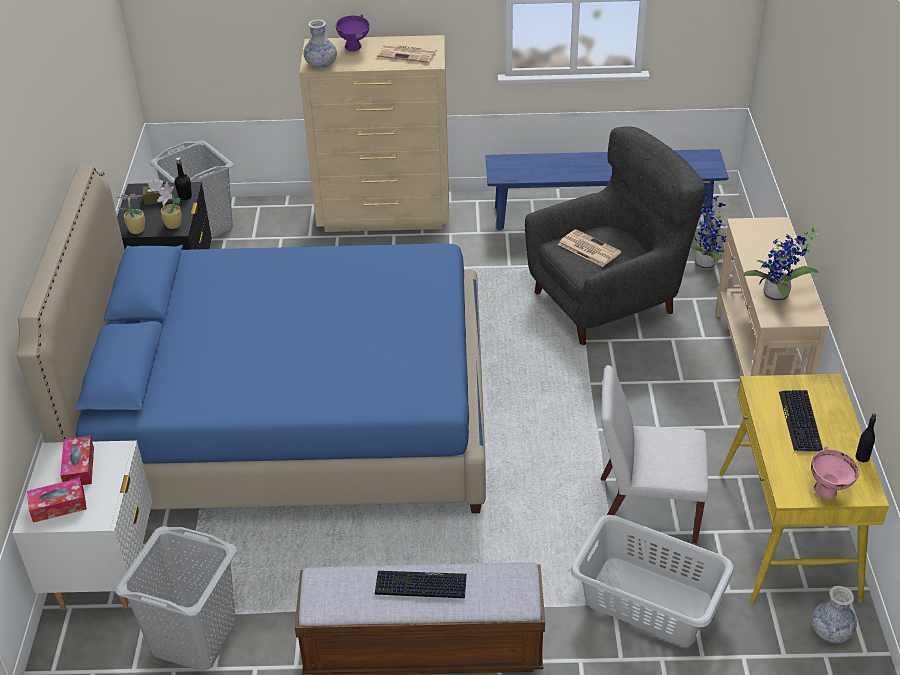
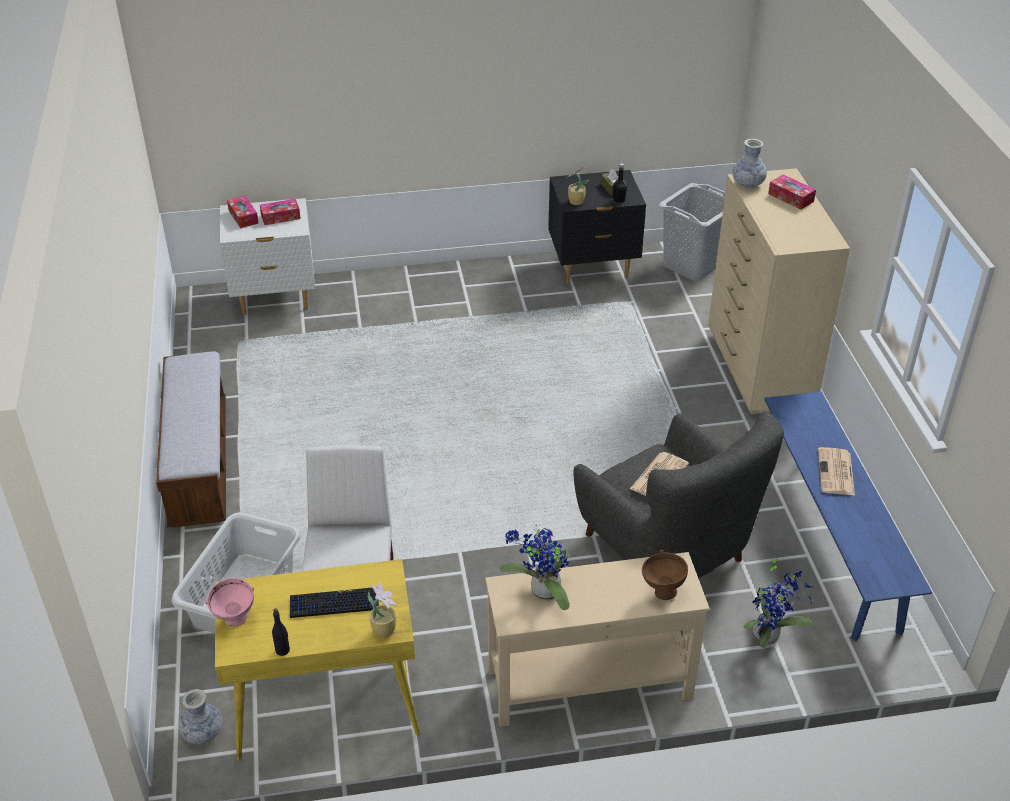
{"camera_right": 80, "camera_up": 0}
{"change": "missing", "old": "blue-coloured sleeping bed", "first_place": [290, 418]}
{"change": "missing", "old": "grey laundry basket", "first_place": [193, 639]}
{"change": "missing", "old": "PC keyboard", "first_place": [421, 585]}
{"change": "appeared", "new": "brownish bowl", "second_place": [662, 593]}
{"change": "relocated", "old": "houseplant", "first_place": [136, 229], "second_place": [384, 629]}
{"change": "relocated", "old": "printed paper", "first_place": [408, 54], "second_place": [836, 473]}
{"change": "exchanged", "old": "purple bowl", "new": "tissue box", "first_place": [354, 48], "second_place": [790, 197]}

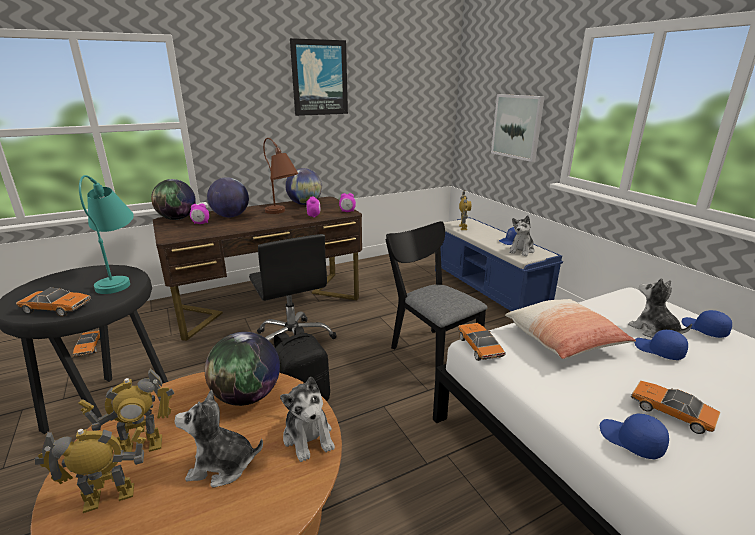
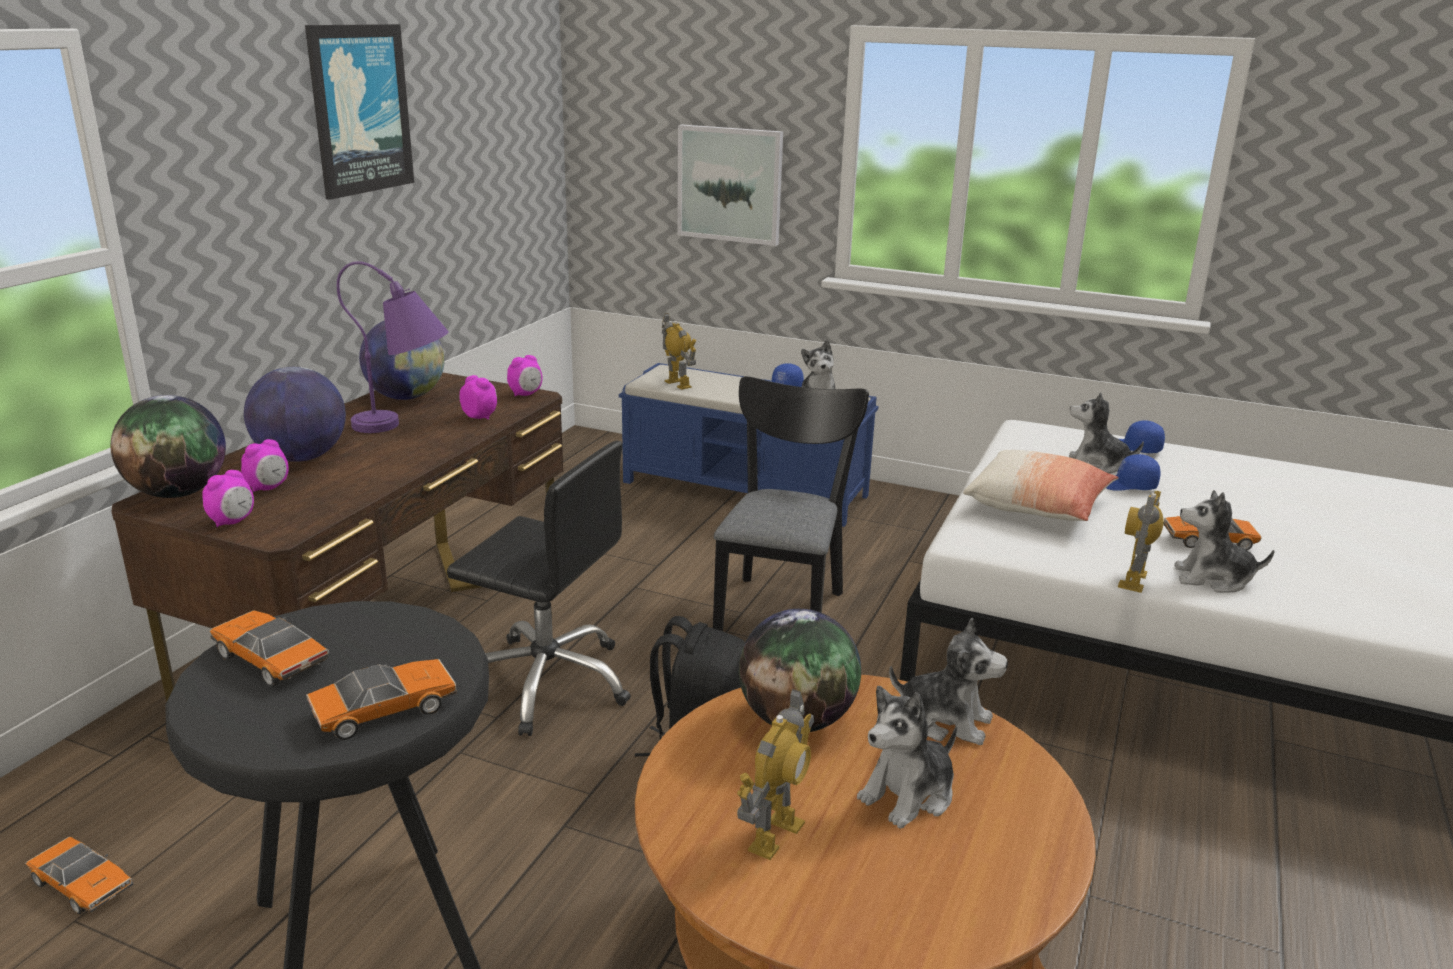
{"camera_right": -40, "camera_up": 0}
{"change": "missing", "old": "turquoise-coloured table lamp", "first_place": [121, 278]}
{"change": "appeared", "new": "table clock", "second_place": [233, 522]}
{"change": "relocated", "old": "model robot", "first_place": [109, 497], "second_place": [1134, 580]}
{"change": "relocated", "old": "model car", "first_place": [479, 347], "second_place": [270, 659]}
{"change": "exchanged", "old": "blue-coloured baseball cap", "new": "plush toy", "first_place": [630, 441], "second_place": [1212, 579]}
{"change": "colour", "old": "brownish table lamp", "new": "purple table lamp", "first_place": [282, 214], "second_place": [405, 427]}
{"change": "spun", "old": "blackish chair", "first_place": [430, 351], "second_place": [782, 608], "degrees": 90}

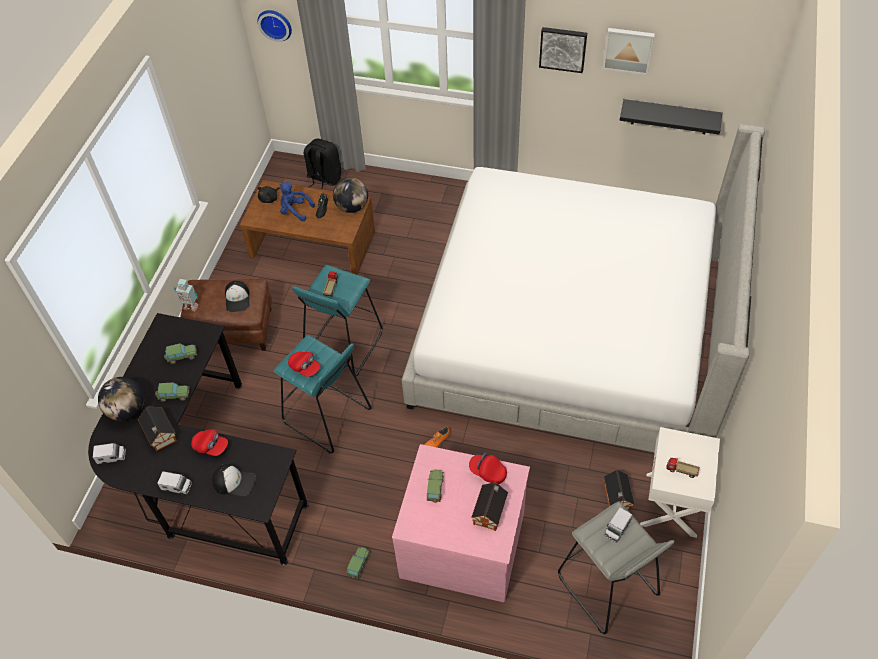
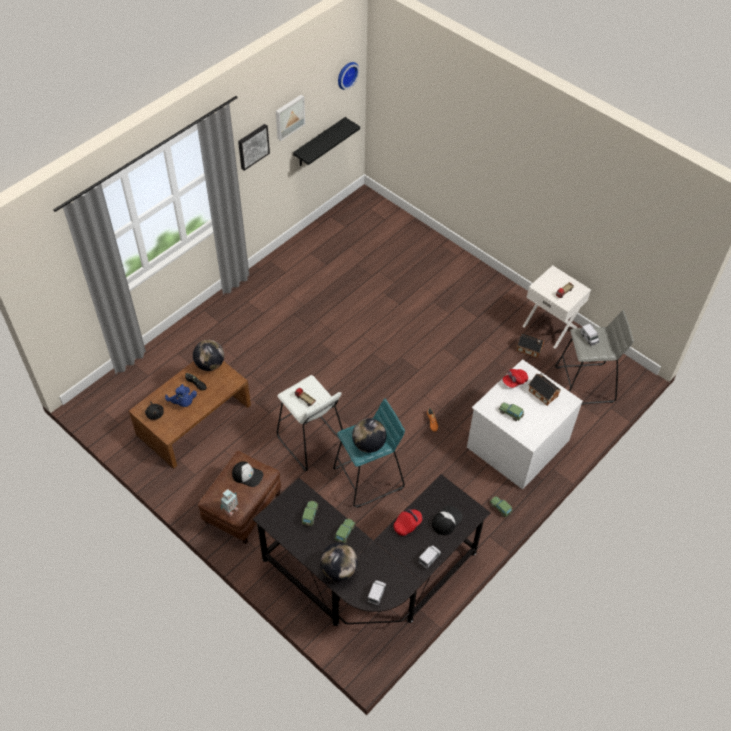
{"camera_right": -65, "camera_up": 0}
{"change": "missing", "old": "miniature house", "first_place": [160, 435]}
{"change": "missing", "old": "blackish knapsack", "first_place": [323, 179]}
{"change": "missing", "old": "sleeping bed", "first_place": [572, 330]}
{"change": "relocated", "old": "hanging clock", "first_place": [275, 23], "second_place": [346, 74]}
{"change": "exchanged", "old": "red-coloured baseball cap", "new": "globe", "first_place": [305, 368], "second_place": [368, 444]}
{"change": "colour", "old": "turquoise-coloured stool", "new": "whitish stool", "first_place": [343, 345], "second_place": [311, 441]}
{"change": "colour", "old": "pink-coloured dresser", "new": "whitish dresser", "first_place": [463, 543], "second_place": [516, 442]}
{"change": "spun", "old": "blue-coloured plush toy", "first_place": [295, 210], "second_place": [183, 402], "degrees": -90}

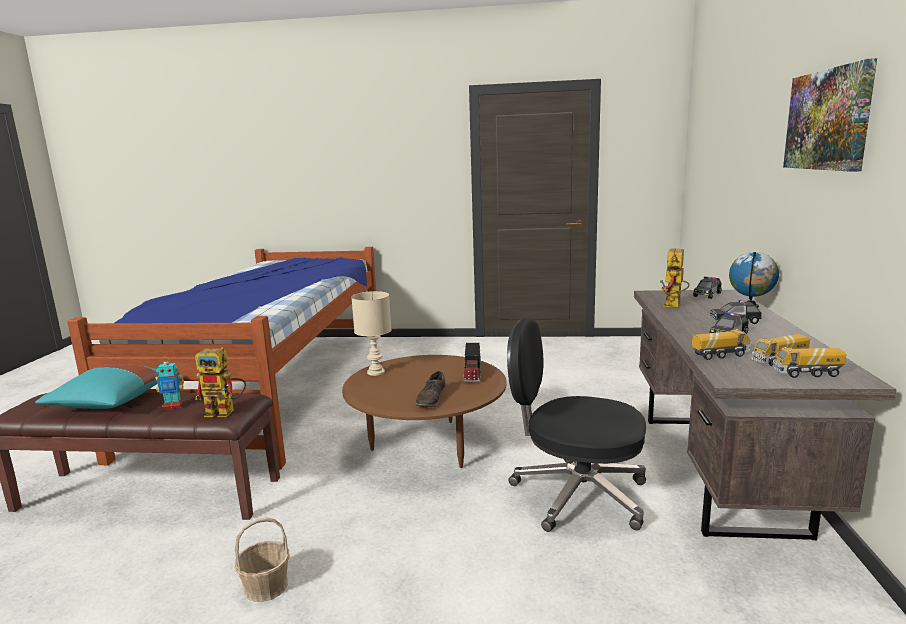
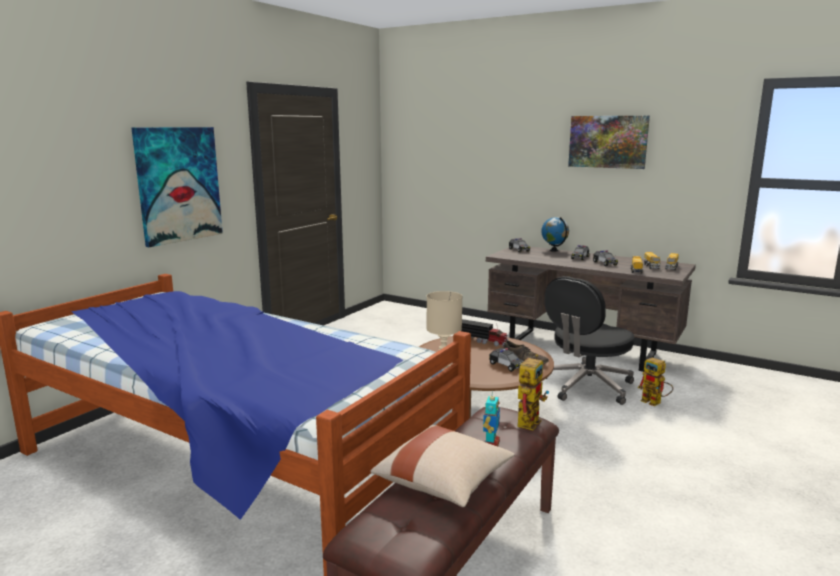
{"camera_right": -65, "camera_up": 0}
{"change": "missing", "old": "storage basket", "first_place": [265, 586]}
{"change": "appeared", "new": "wall art", "second_place": [179, 184]}
{"change": "appeared", "new": "model car", "second_place": [506, 365]}
{"change": "relocated", "old": "model robot", "first_place": [673, 306], "second_place": [655, 403]}
{"change": "colour", "old": "turquoise-coloured throw pillow", "new": "sand-coloured throw pillow", "first_place": [109, 403], "second_place": [444, 482]}

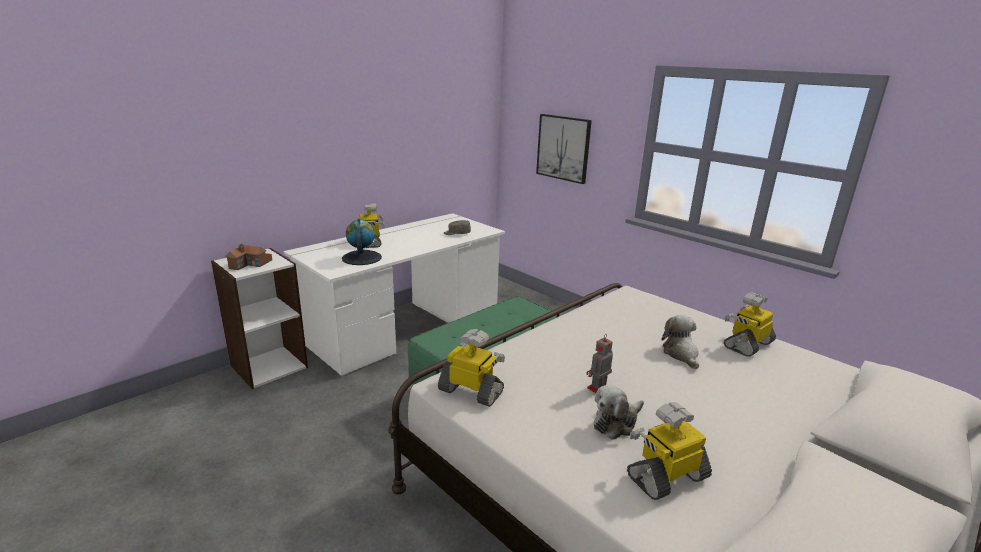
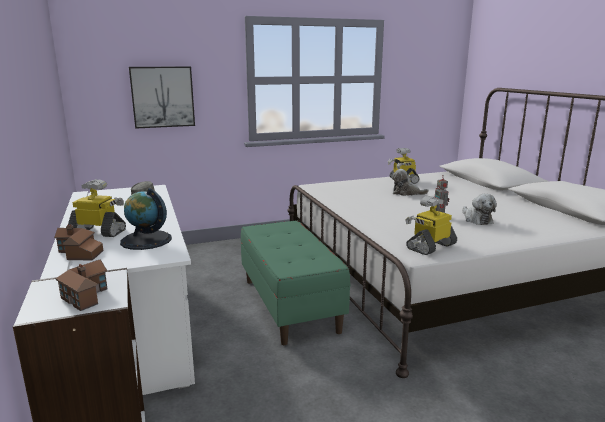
{"camera_right": -65, "camera_up": -5}
{"change": "missing", "old": "model robot", "first_place": [666, 476]}
{"change": "appeared", "new": "miniature house", "second_place": [79, 253]}

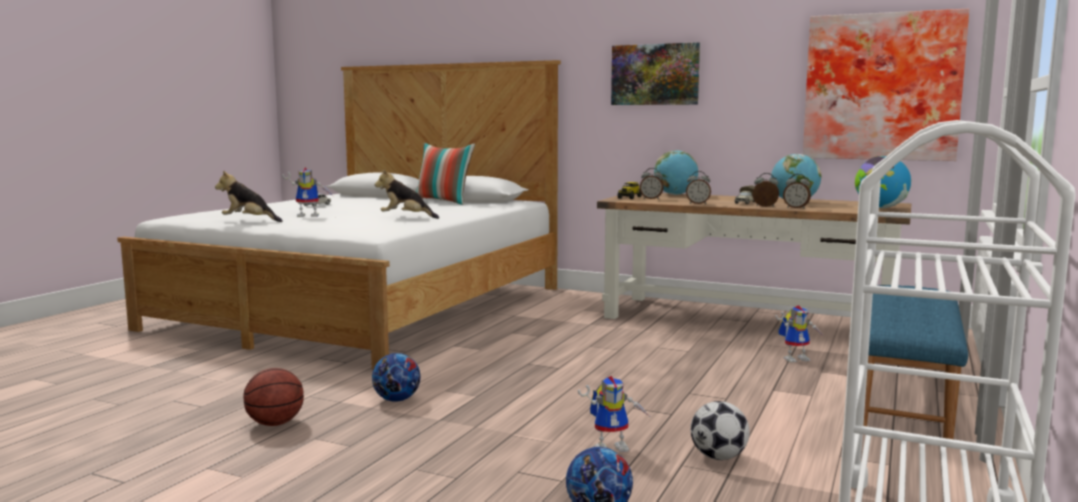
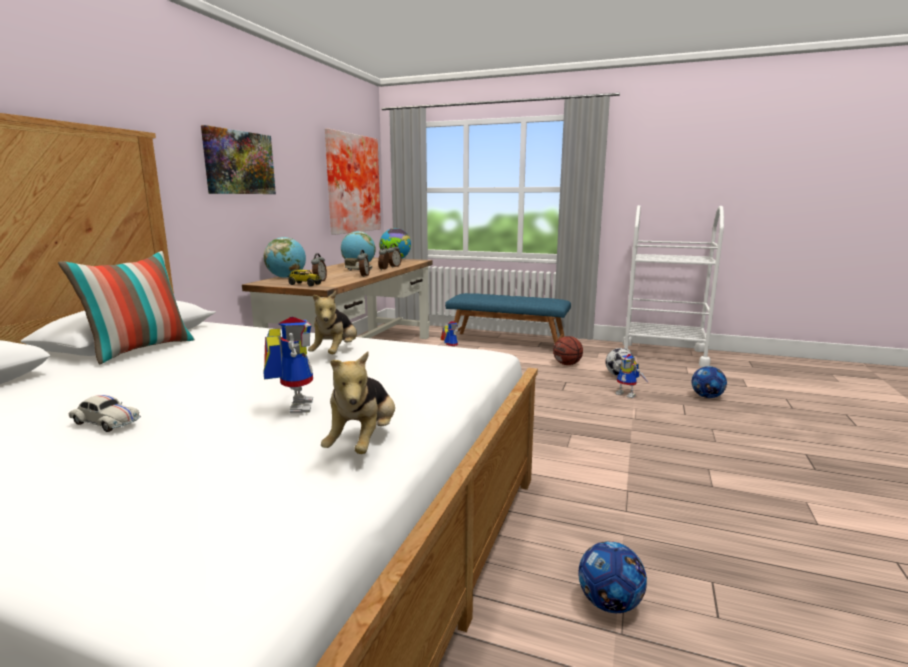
{"camera_right": -95, "camera_up": 5}
{"change": "relocated", "old": "ball for basketball", "first_place": [275, 423], "second_place": [567, 364]}
{"change": "relocated", "old": "football", "first_place": [397, 400], "second_place": [609, 603]}
{"change": "spun", "old": "model robot", "first_place": [612, 447], "second_place": [627, 394], "degrees": 150}

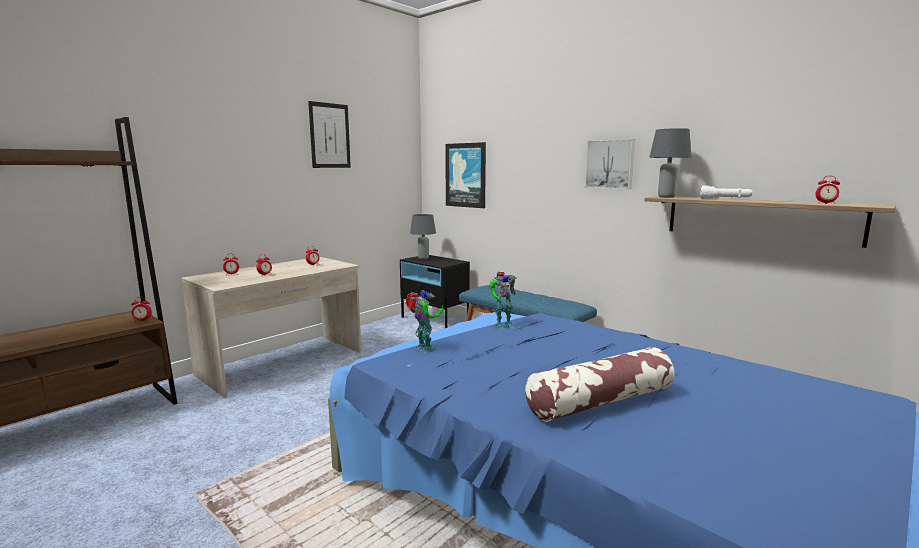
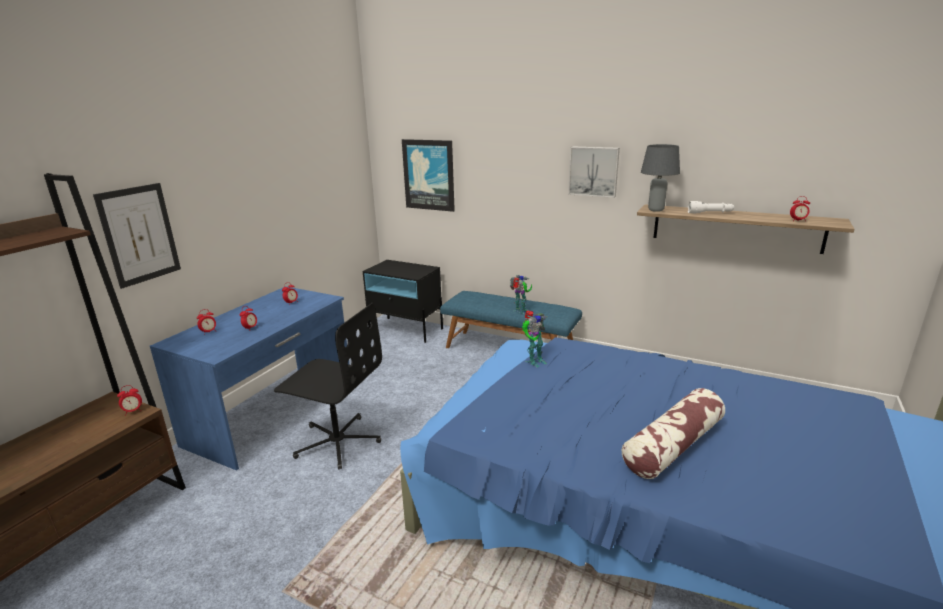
{"camera_right": -15, "camera_up": 10}
{"change": "missing", "old": "grey table lamp", "first_place": [423, 258]}
{"change": "appeared", "new": "blackish desk chair", "second_place": [337, 441]}
{"change": "relocated", "old": "wall art", "first_place": [330, 135], "second_place": [139, 234]}
{"change": "relocated", "old": "model robot", "first_place": [424, 349], "second_place": [520, 311]}
{"change": "colour", "old": "sand-coloured desk unit", "new": "blue-coloured desk unit", "first_place": [283, 363], "second_place": [273, 413]}

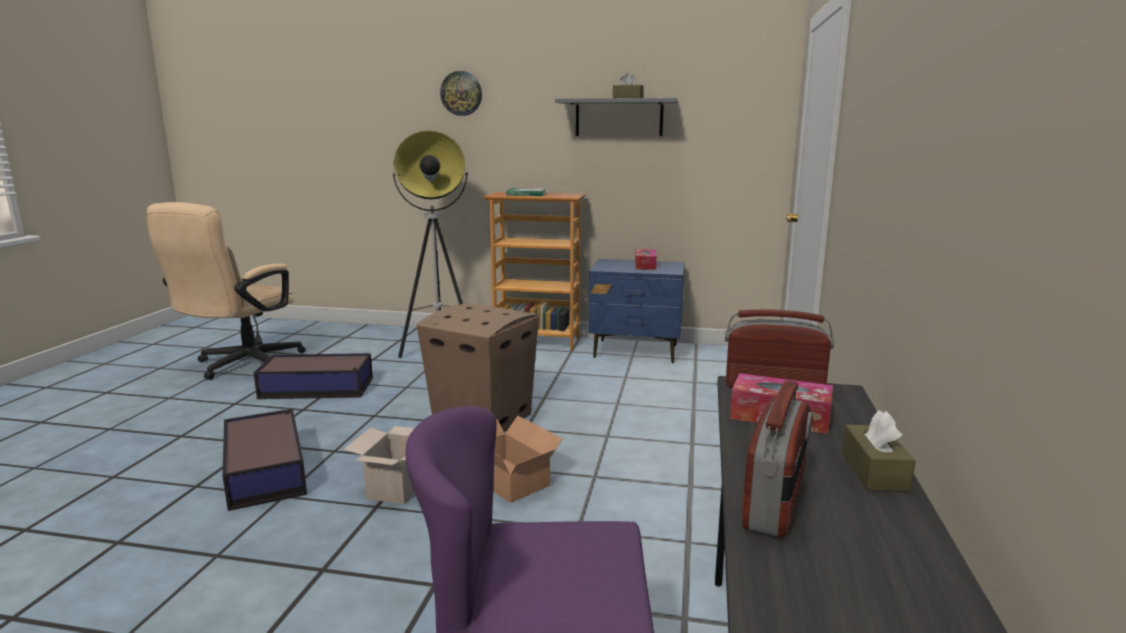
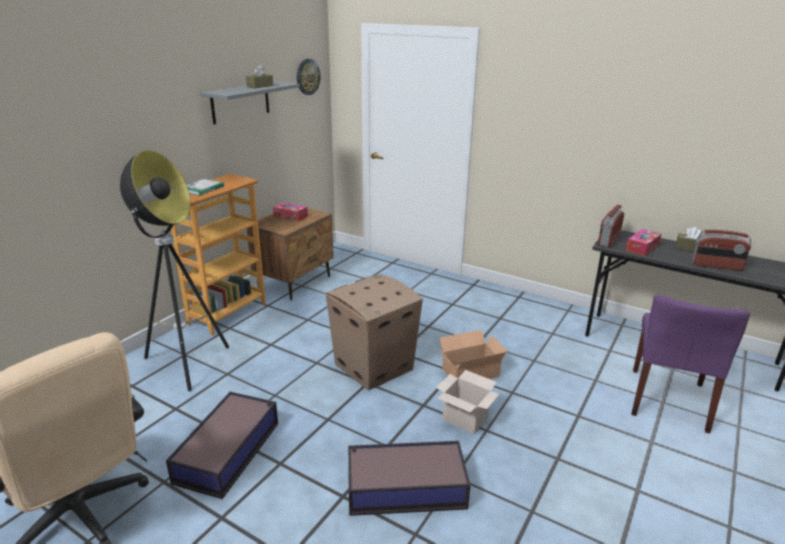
{"camera_right": -70, "camera_up": 10}
{"change": "relocated", "old": "hanging clock", "first_place": [461, 93], "second_place": [307, 77]}
{"change": "colour", "old": "blue-coloured bedside table", "new": "brownish bedside table", "first_place": [636, 351], "second_place": [295, 282]}
{"change": "spun", "old": "radio", "first_place": [775, 501], "second_place": [716, 266], "degrees": 150}

